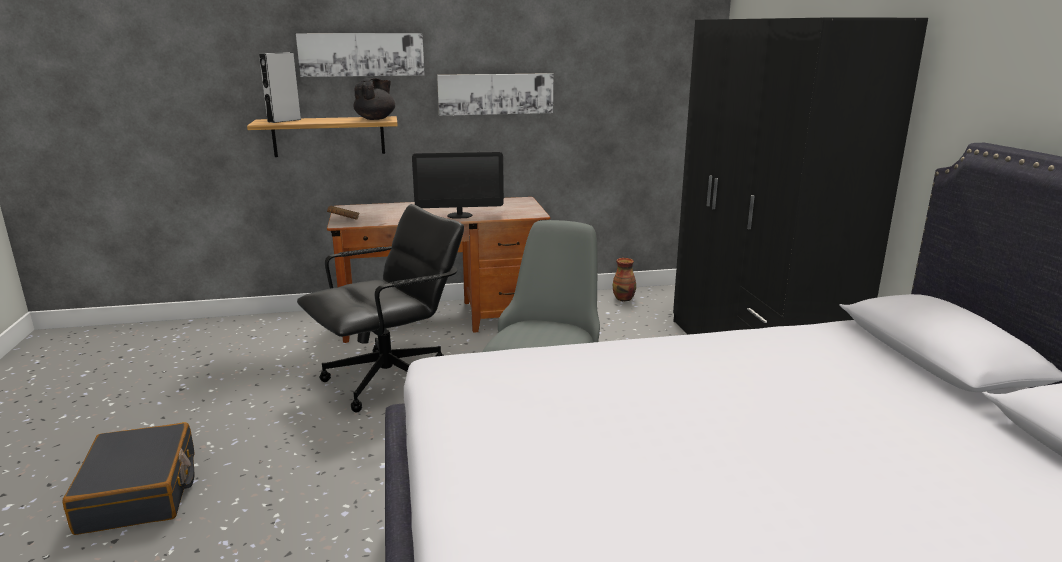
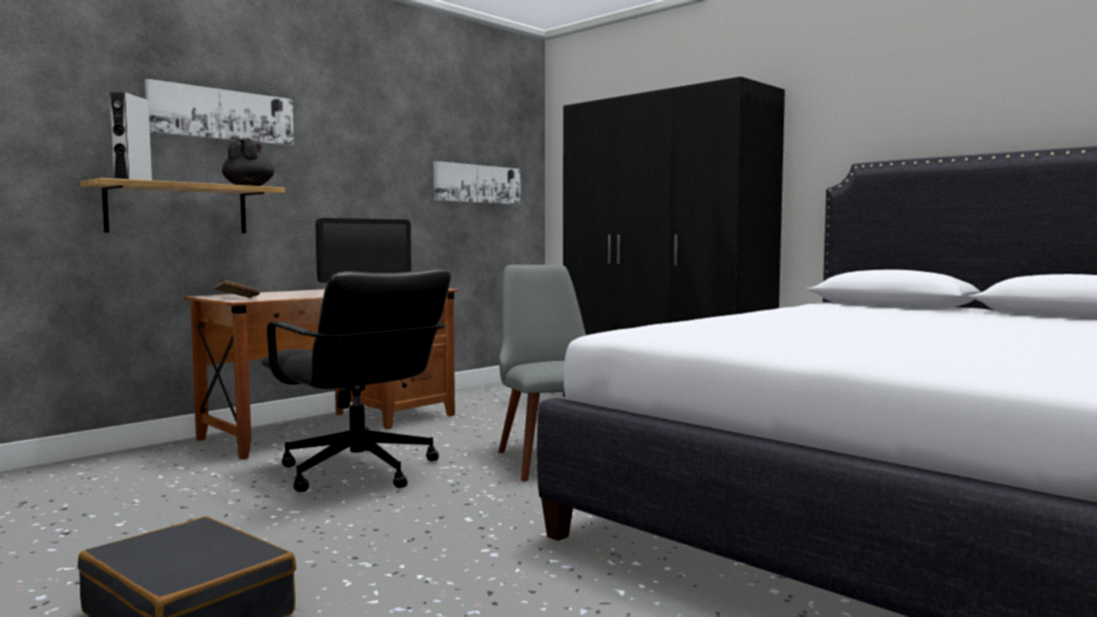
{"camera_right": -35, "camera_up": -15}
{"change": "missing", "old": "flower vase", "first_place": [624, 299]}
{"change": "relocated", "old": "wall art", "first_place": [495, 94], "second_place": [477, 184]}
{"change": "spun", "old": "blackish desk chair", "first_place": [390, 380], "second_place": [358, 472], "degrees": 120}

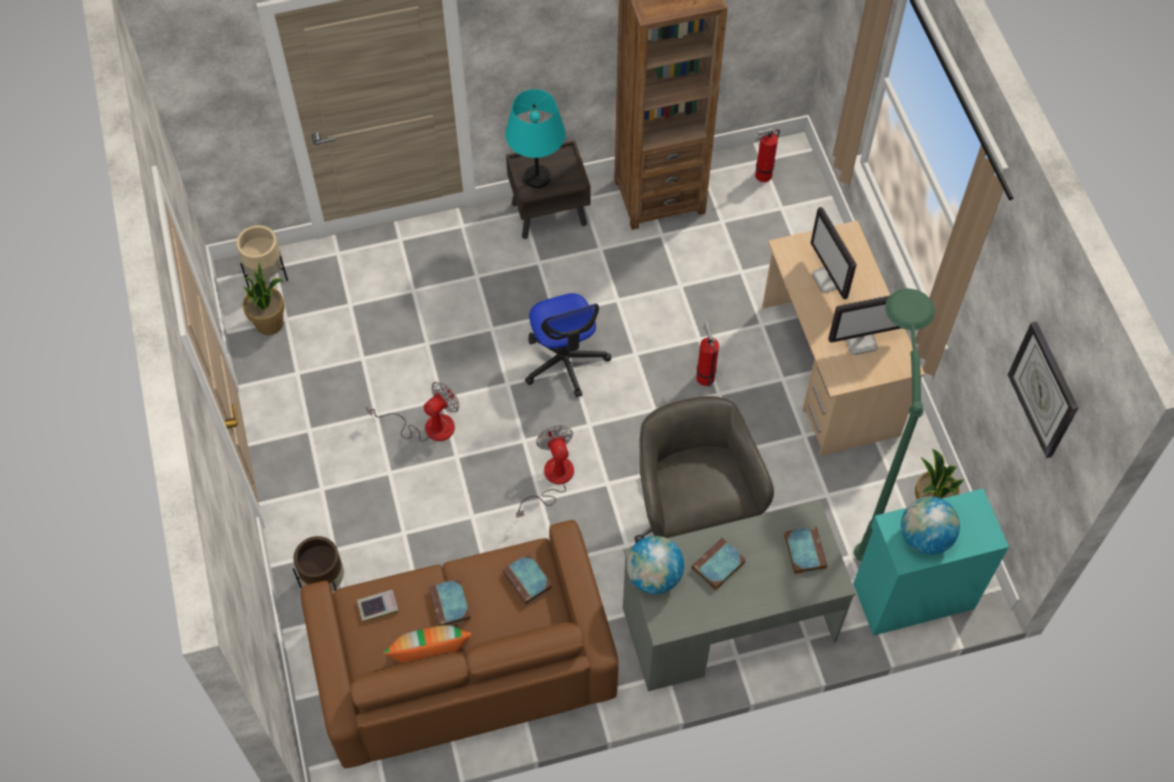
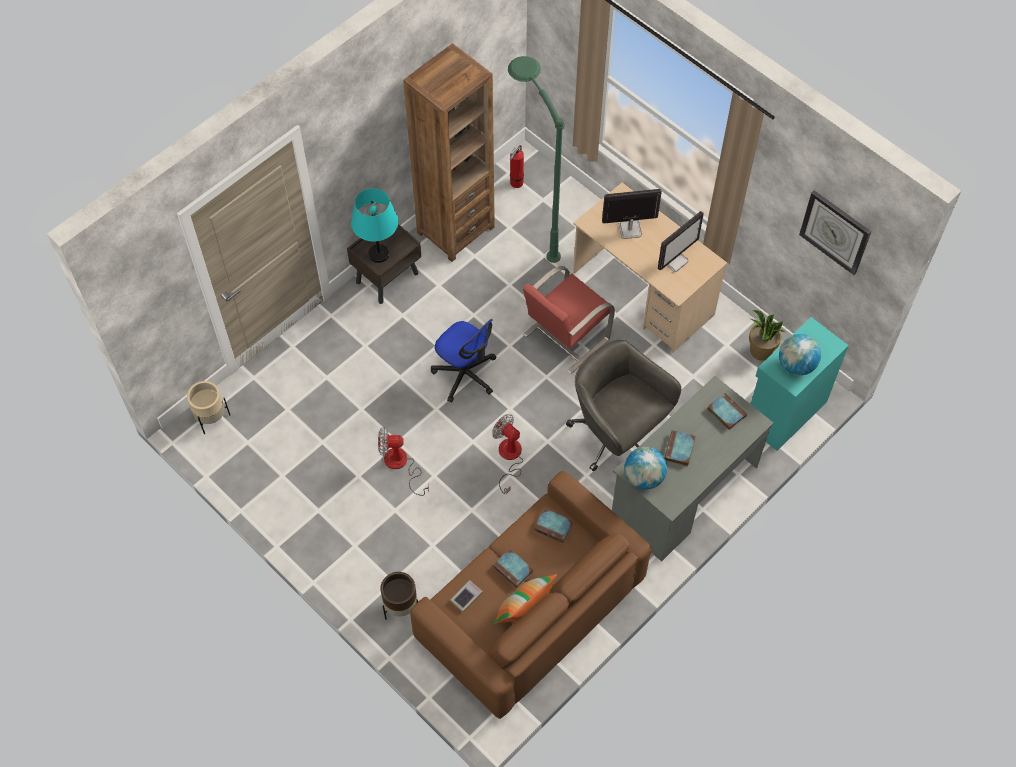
{"camera_right": -30, "camera_up": 0}
{"change": "missing", "old": "houseplant", "first_place": [270, 323]}
{"change": "relocated", "old": "green standard lamp", "first_place": [859, 494], "second_place": [531, 224]}
{"change": "exchanged", "old": "fire extinguisher", "new": "red-coloured chair", "first_place": [704, 375], "second_place": [565, 337]}
{"change": "spun", "old": "cooling fan", "first_place": [428, 426], "second_place": [401, 465], "degrees": -105}
{"change": "spun", "old": "computer screen", "first_place": [829, 279], "second_place": [629, 230], "degrees": 135}

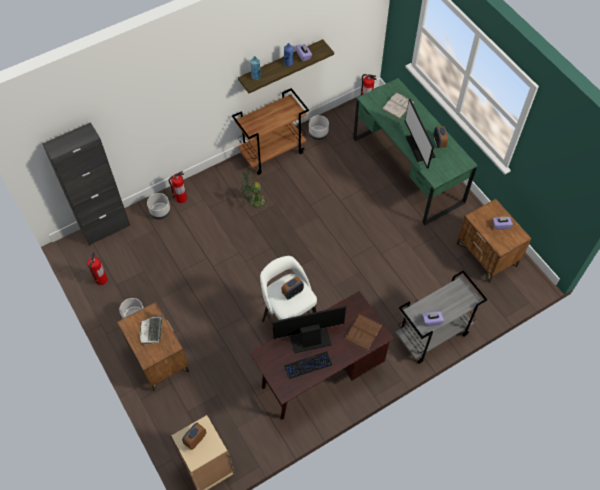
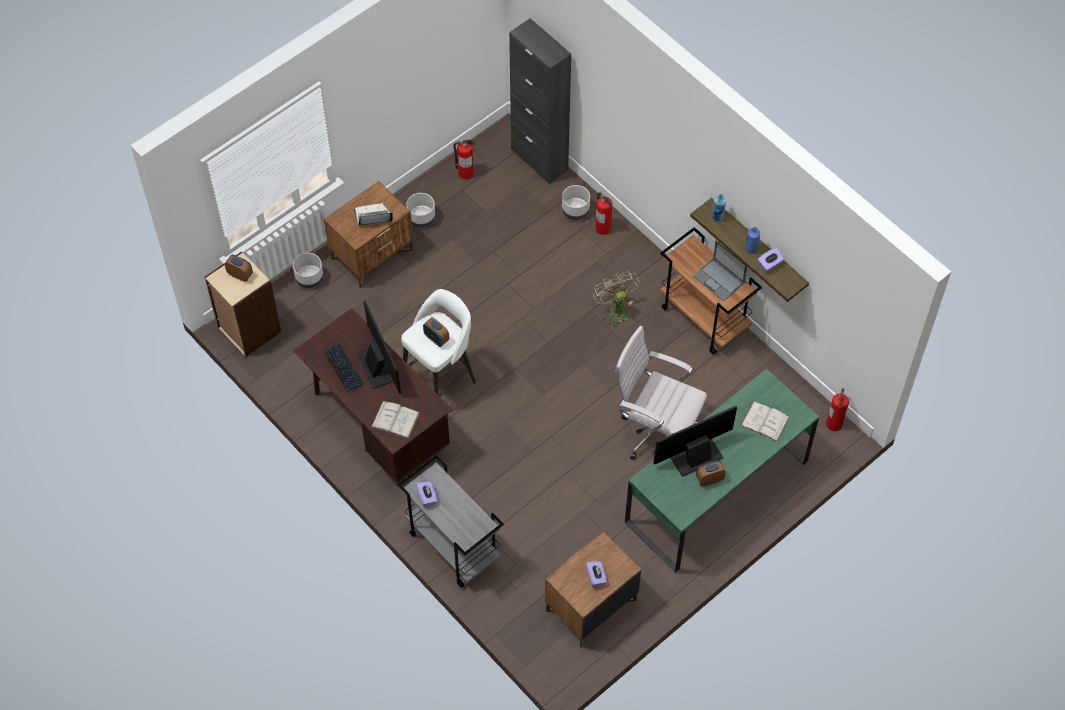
{"camera_right": 80, "camera_up": 0}
{"change": "appeared", "new": "whitish desk chair", "second_place": [655, 431]}
{"change": "appeared", "new": "laptop", "second_place": [719, 280]}
{"change": "relocated", "old": "grey planter", "first_place": [318, 134], "second_place": [309, 279]}
{"change": "colour", "old": "green cooling fan", "new": "sand-coloured cooling fan", "first_place": [253, 202], "second_place": [615, 310]}
{"change": "colour", "old": "brownish volume", "new": "whitish volume", "first_place": [363, 332], "second_place": [395, 420]}

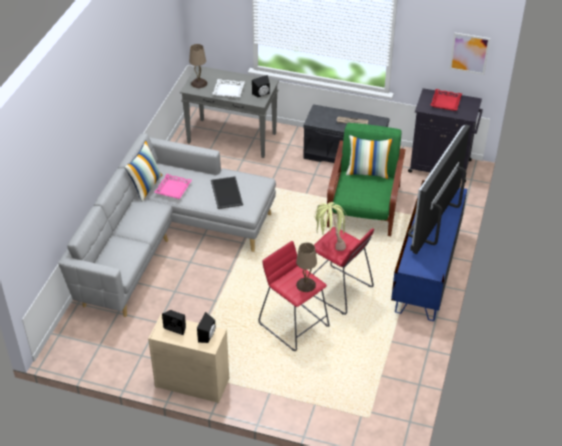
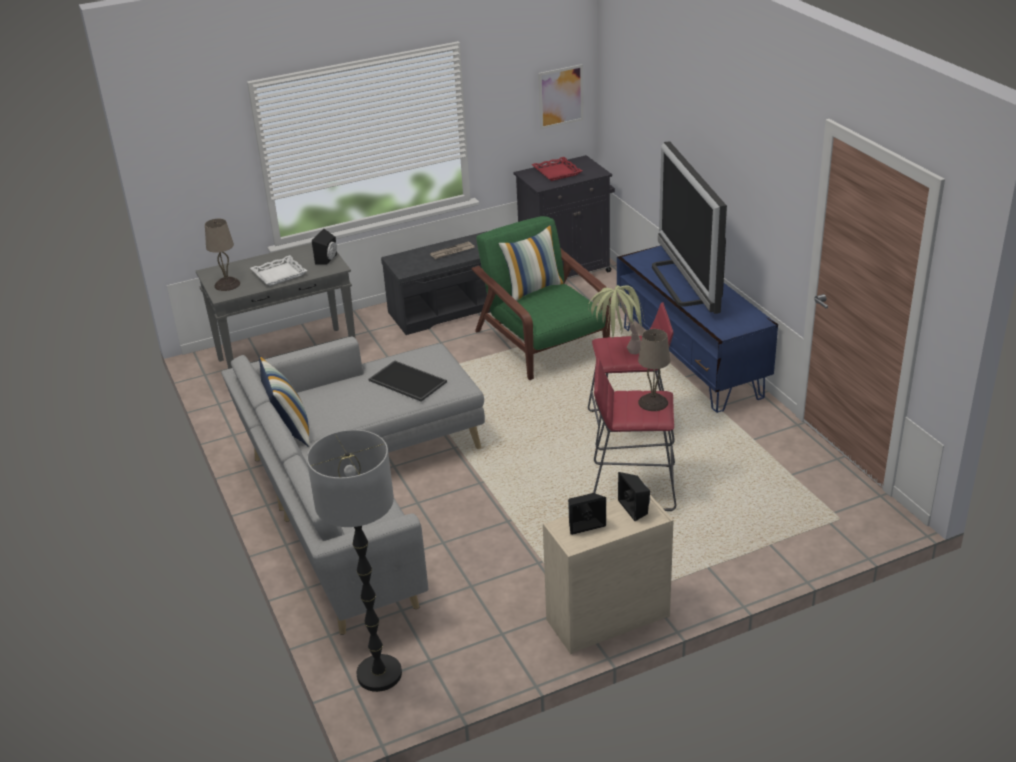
{"camera_right": -40, "camera_up": -10}
{"change": "missing", "old": "pink-coloured tray", "first_place": [173, 189]}
{"change": "appeared", "new": "standard lamp", "second_place": [379, 674]}

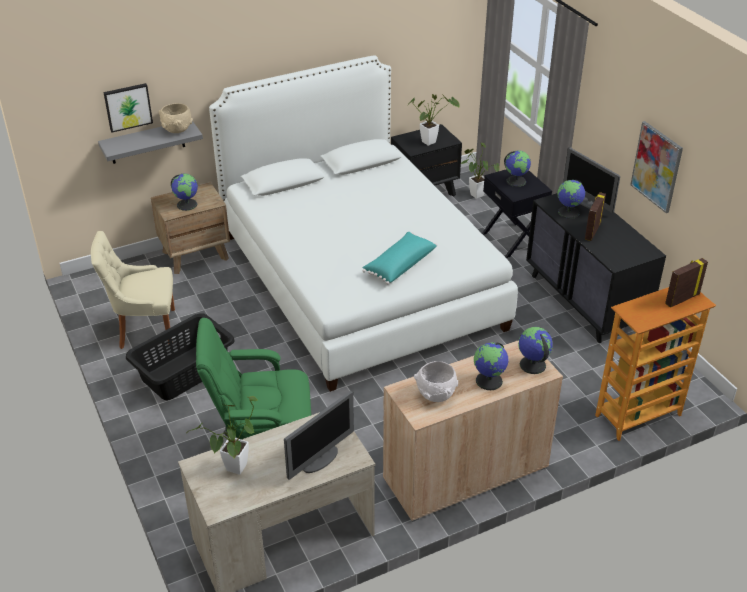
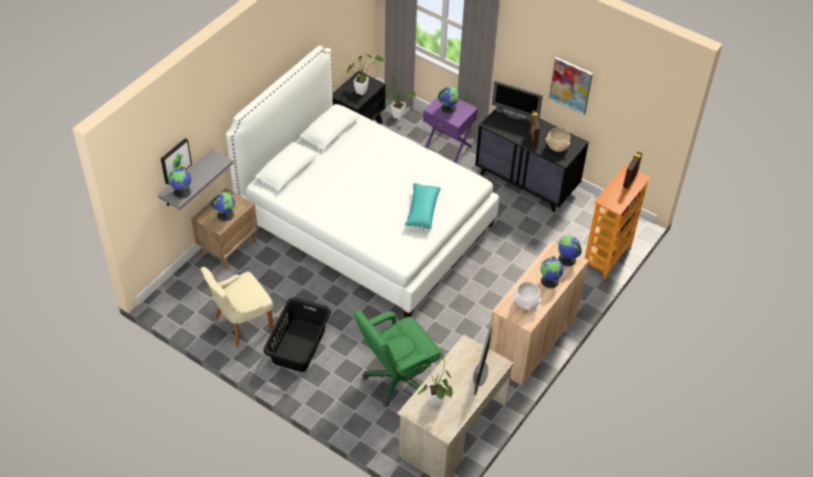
{"camera_right": -30, "camera_up": 10}
{"change": "relocated", "old": "sand-coloured bowl", "first_place": [177, 130], "second_place": [557, 147]}
{"change": "relocated", "old": "globe", "first_place": [569, 212], "second_place": [182, 192]}
{"change": "colour", "old": "blackish bedside table", "new": "purple bedside table", "first_place": [512, 239], "second_place": [448, 147]}

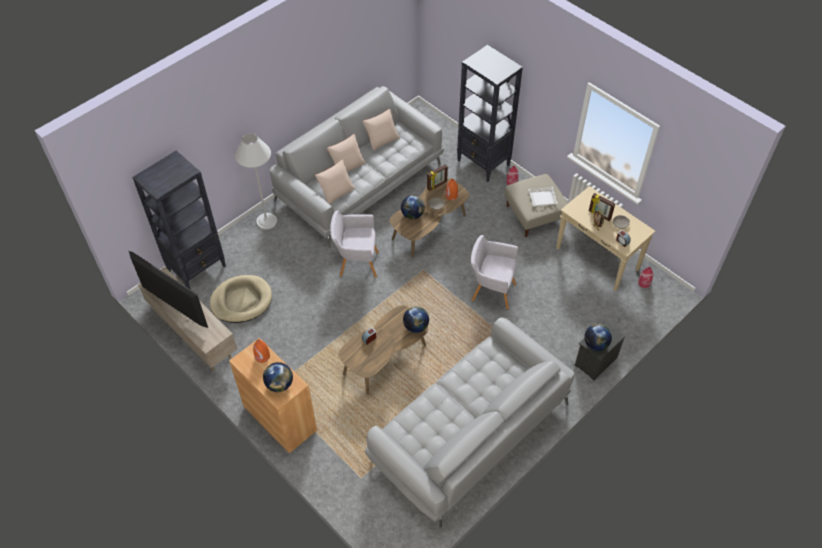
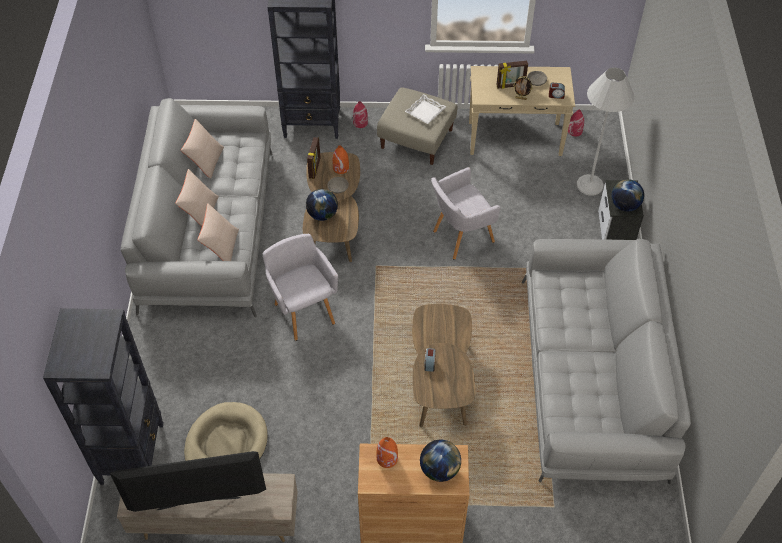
{"camera_right": -45, "camera_up": 0}
{"change": "missing", "old": "globe", "first_place": [416, 326]}
{"change": "relocated", "old": "whitish standard lamp", "first_place": [266, 221], "second_place": [589, 185]}
{"change": "spun", "old": "grey lounge chair", "first_place": [356, 263], "second_place": [303, 310], "degrees": 105}

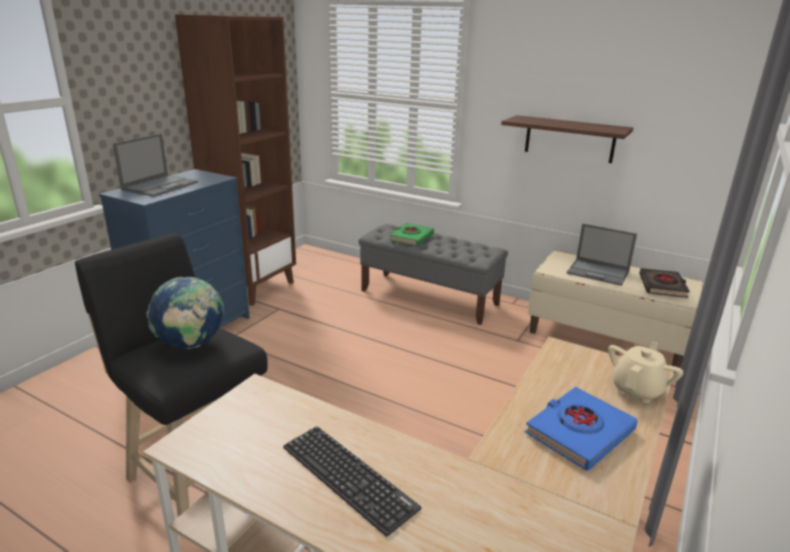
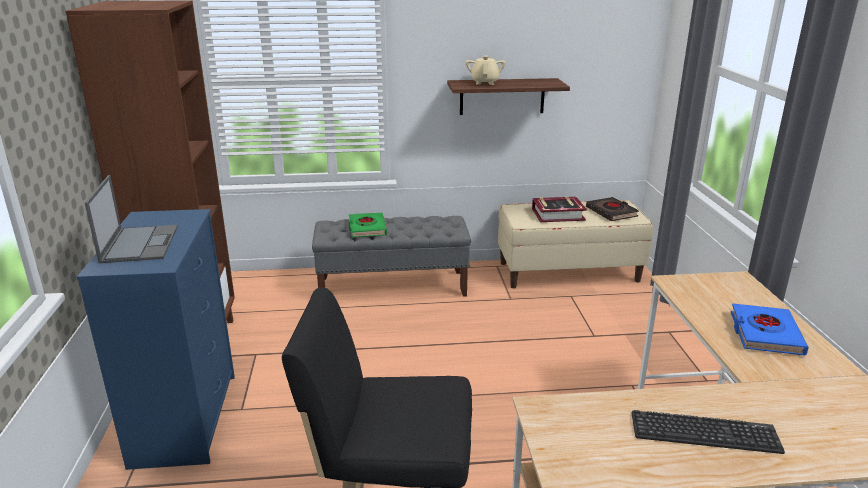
{"camera_right": -35, "camera_up": 0}
{"change": "missing", "old": "globe", "first_place": [191, 345]}
{"change": "relocated", "old": "sand-coloured tea pot", "first_place": [637, 390], "second_place": [485, 82]}
{"change": "exchanged", "old": "laptop", "new": "volume", "first_place": [598, 272], "second_place": [558, 214]}

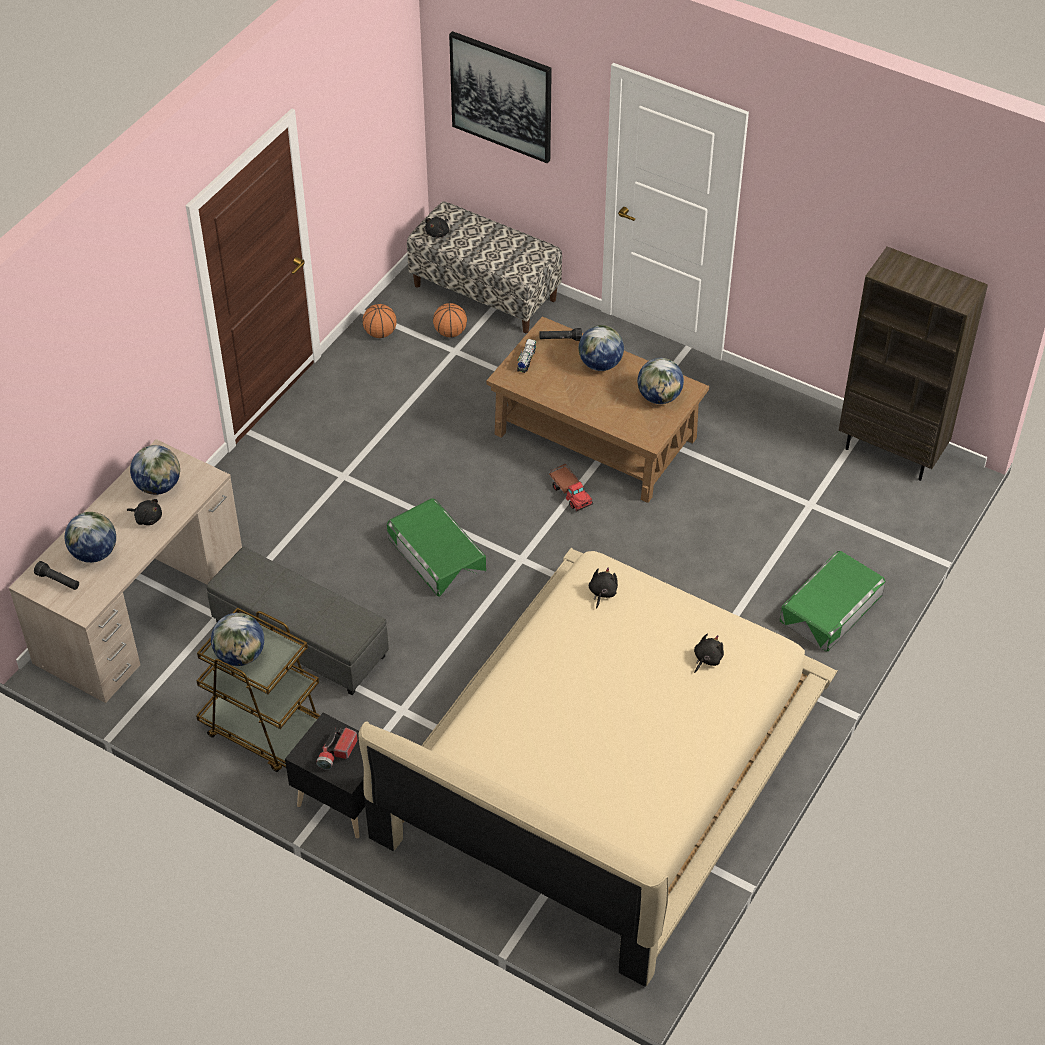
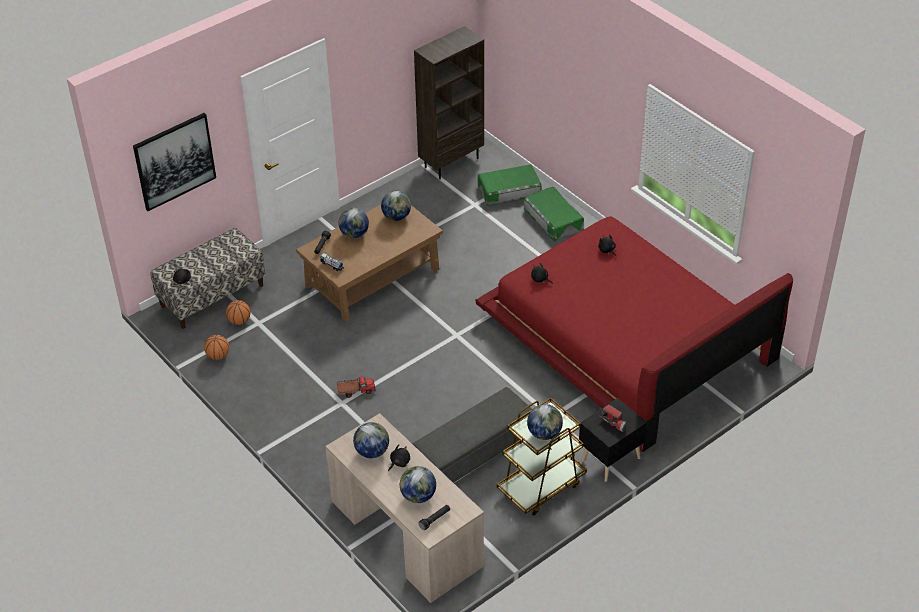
{"camera_right": -70, "camera_up": -5}
{"change": "relocated", "old": "green storage box", "first_place": [437, 554], "second_place": [509, 190]}
{"change": "relocated", "old": "model truck", "first_place": [570, 492], "second_place": [355, 390]}
{"change": "colour", "old": "sand-coloured sleeping bed", "new": "red-coloured sleeping bed", "first_place": [604, 765], "second_place": [627, 338]}

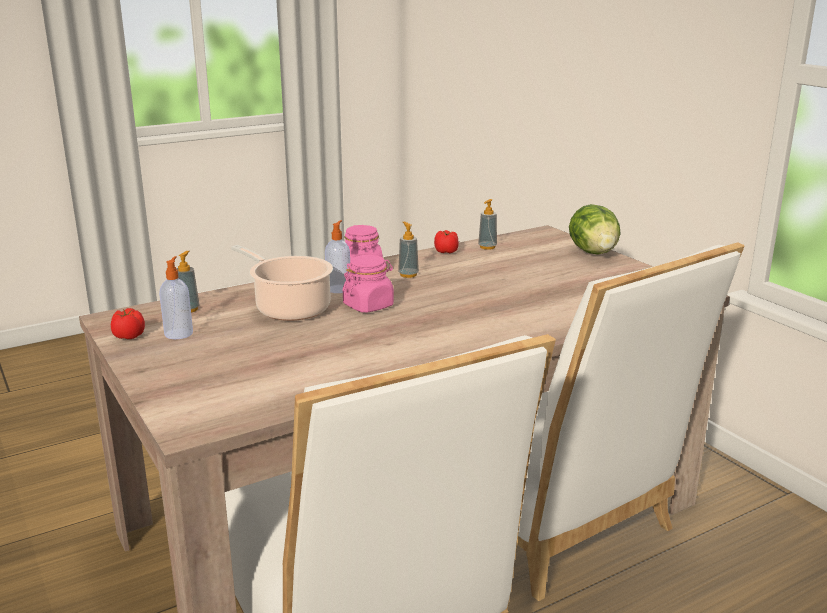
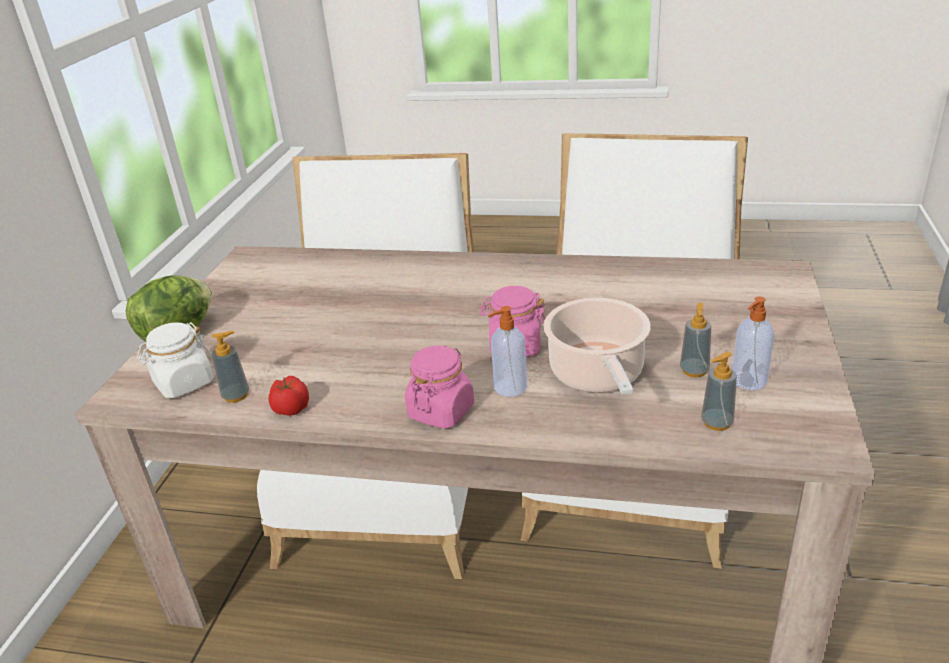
{"camera_right": -135, "camera_up": 10}
{"change": "missing", "old": "whole tomato", "first_place": [128, 336]}
{"change": "appeared", "new": "whitish jar", "second_place": [184, 383]}
{"change": "relocated", "old": "liquid soap bottle", "first_place": [408, 274], "second_place": [694, 370]}

